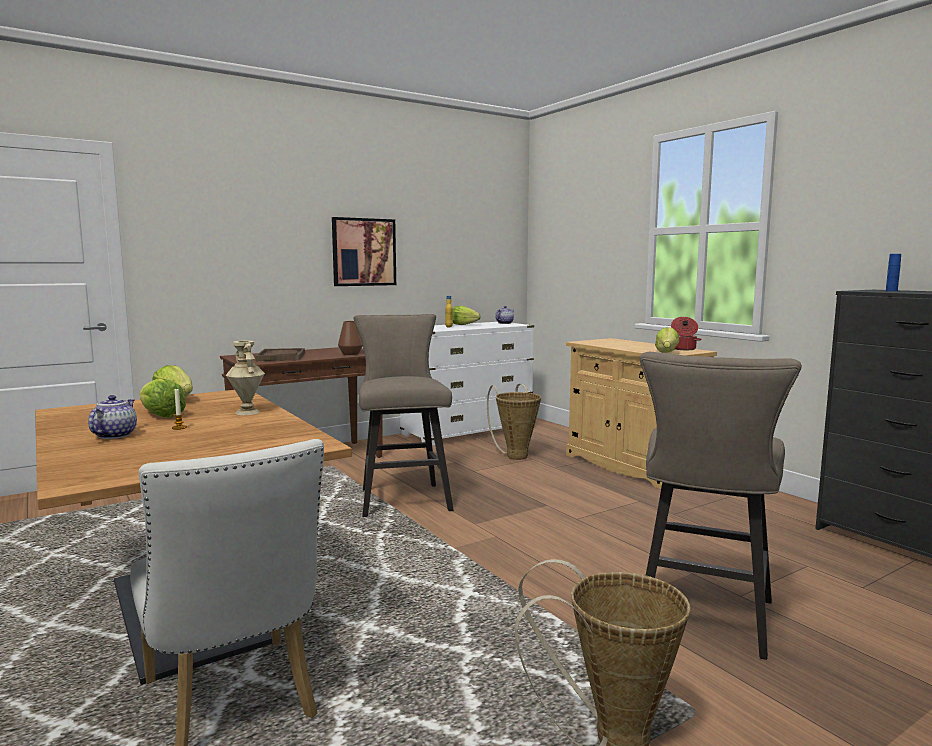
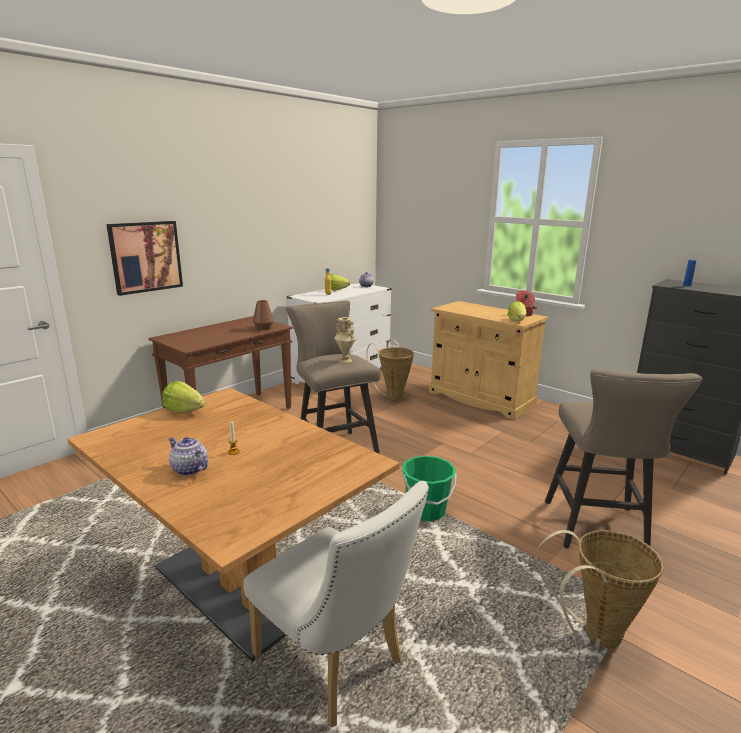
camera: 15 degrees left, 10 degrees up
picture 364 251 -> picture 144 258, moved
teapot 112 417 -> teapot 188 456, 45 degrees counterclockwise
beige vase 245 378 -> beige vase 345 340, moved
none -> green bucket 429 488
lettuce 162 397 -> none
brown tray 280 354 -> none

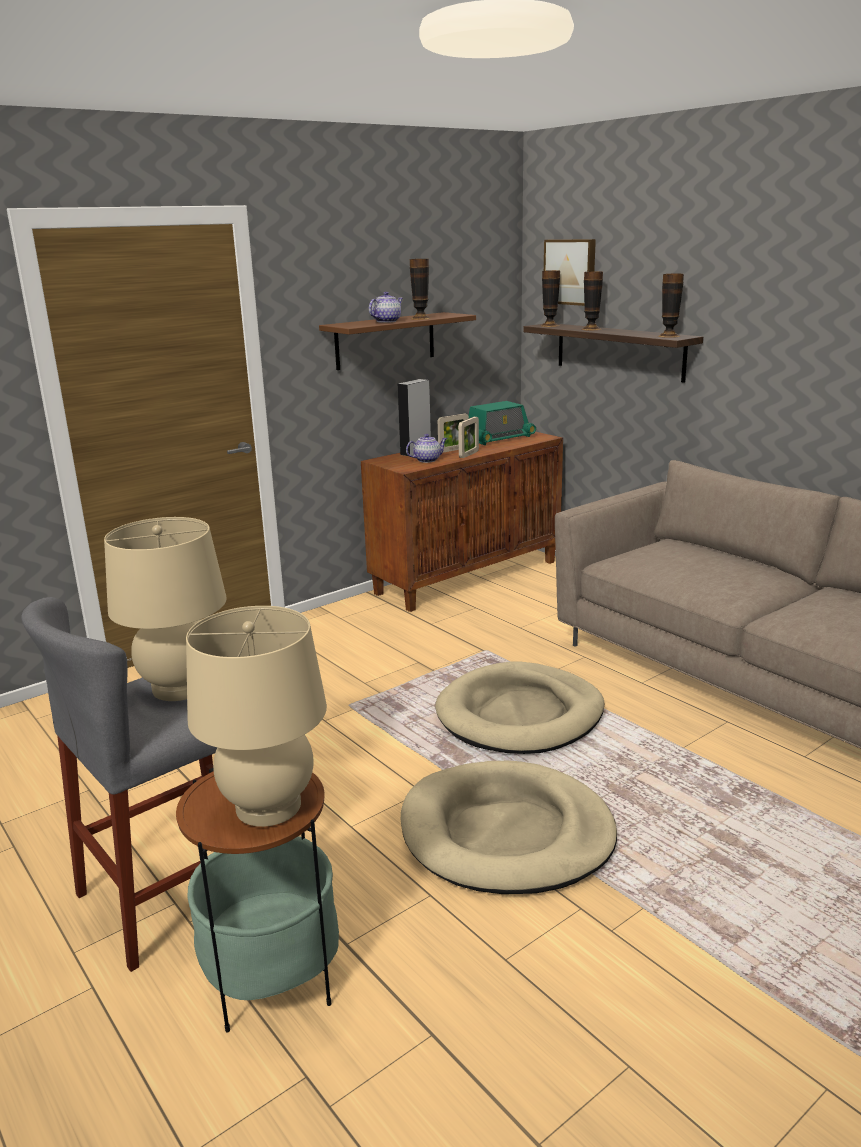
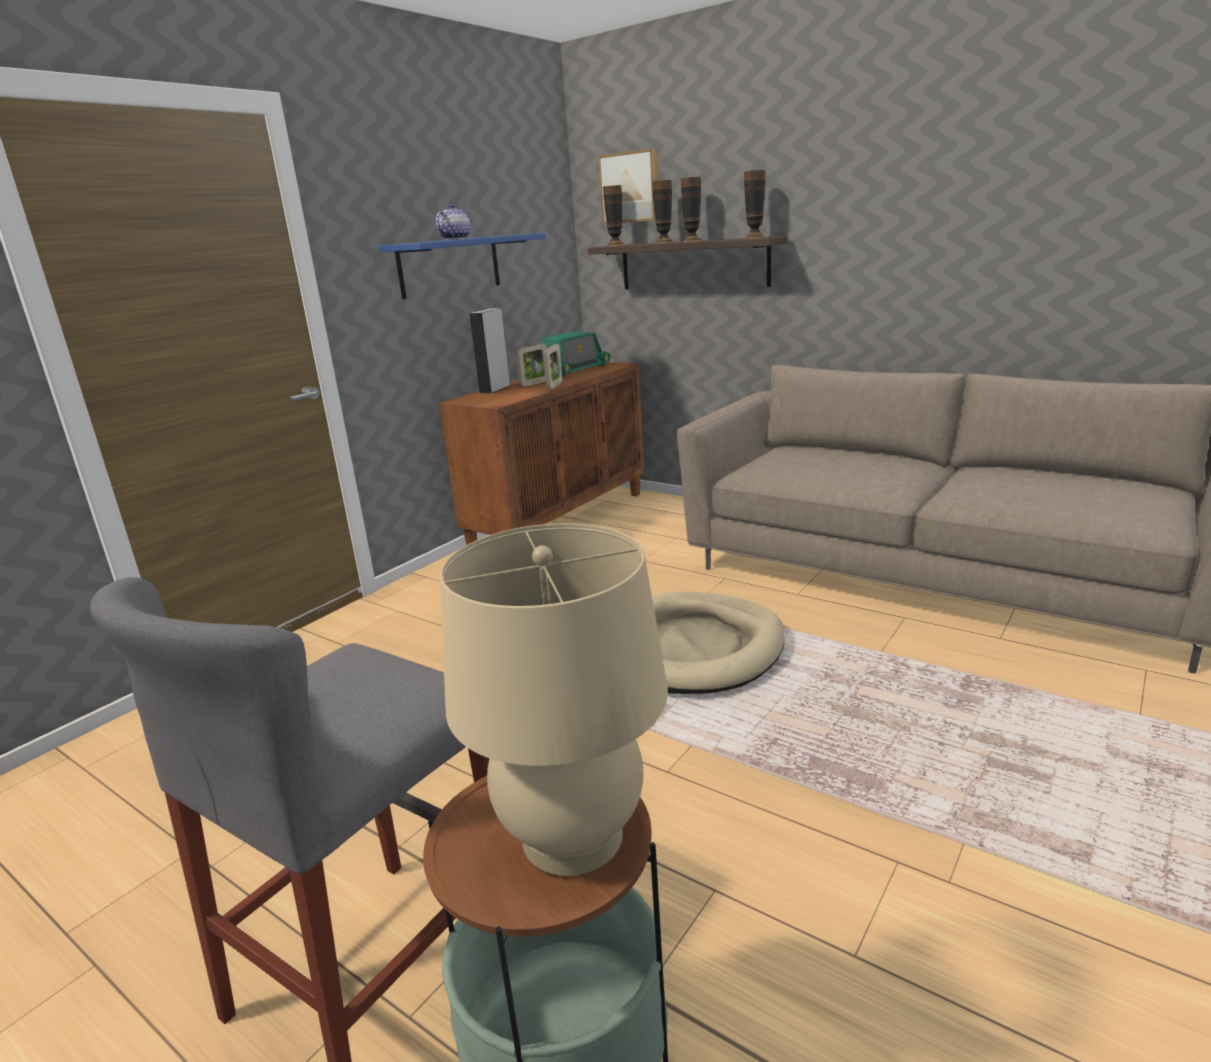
camera: 15 degrees left, 0 degrees up
brown shelf 397 341 -> blue shelf 462 266
vase 420 289 -> vase 692 209, moved
beige table lamp 165 609 -> none
beige dog bed 509 827 -> none
teapot 426 448 -> none

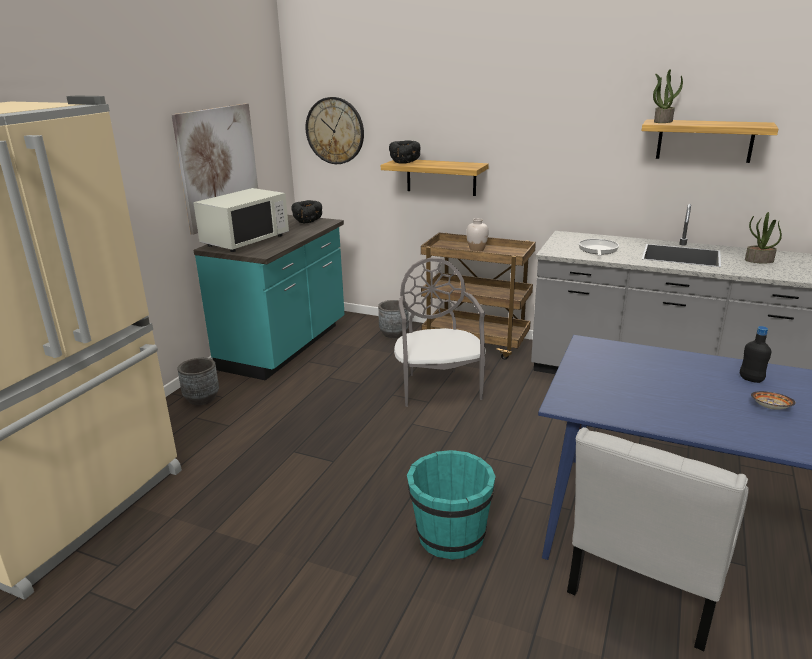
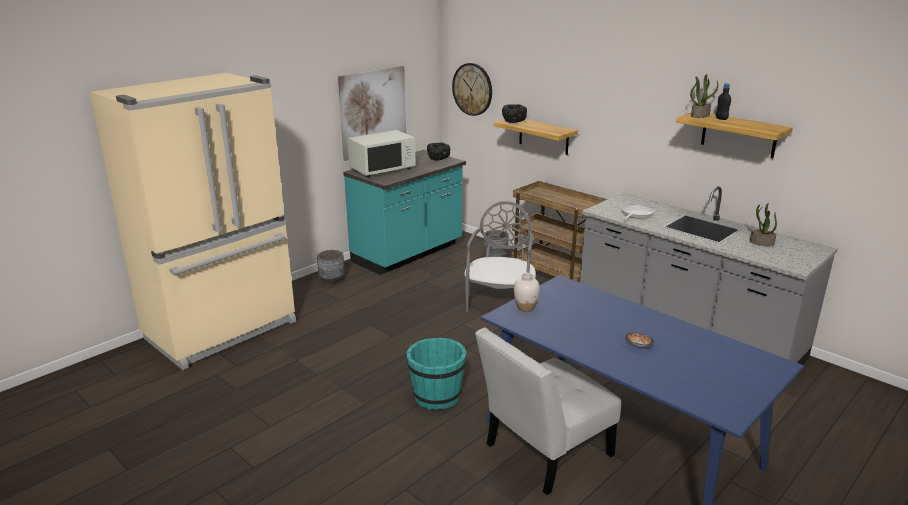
camera: 20 degrees right, 0 degrees up
white vase 477 235 -> white vase 527 292, moved
black bottle 755 354 -> black bottle 723 102, moved

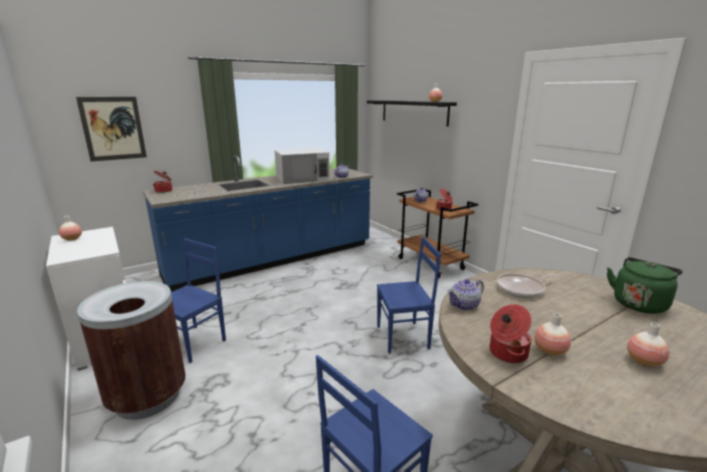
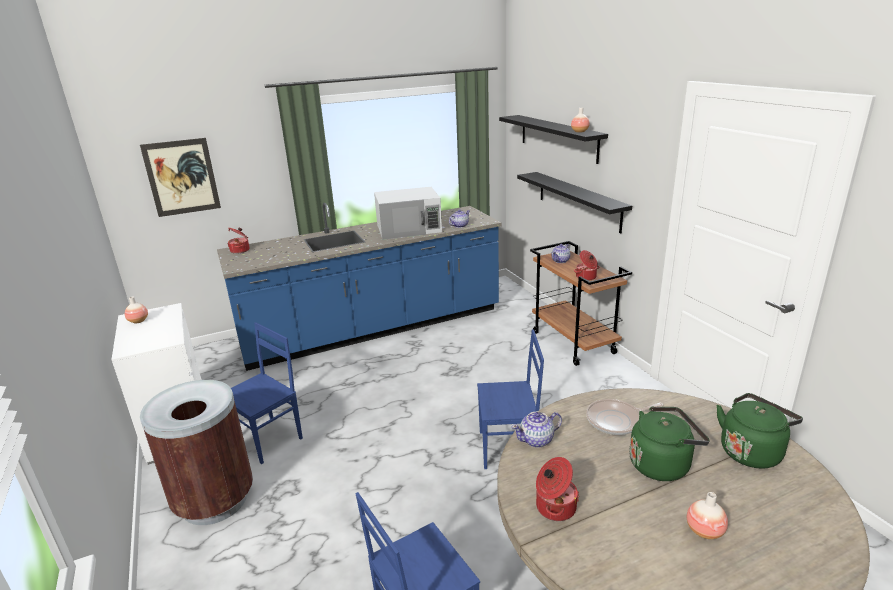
camera: 10 degrees right, 5 degrees up
none -> black shelf 574 203
none -> green kettle 669 444
vase 553 334 -> none

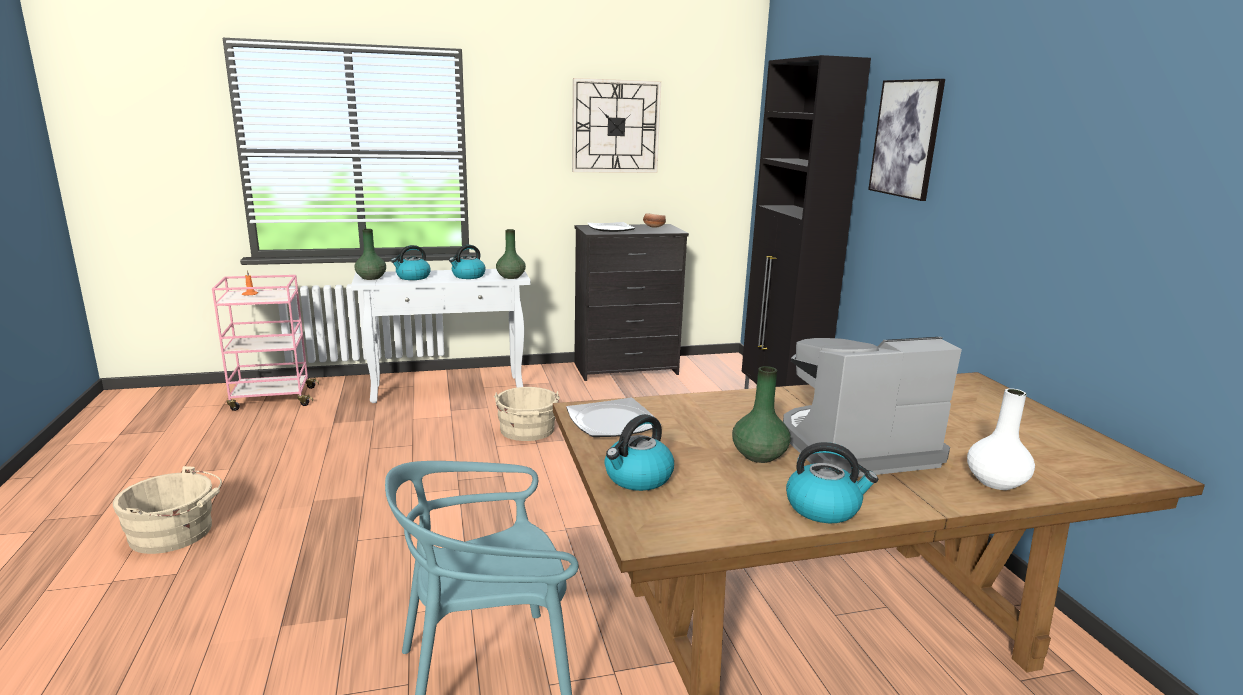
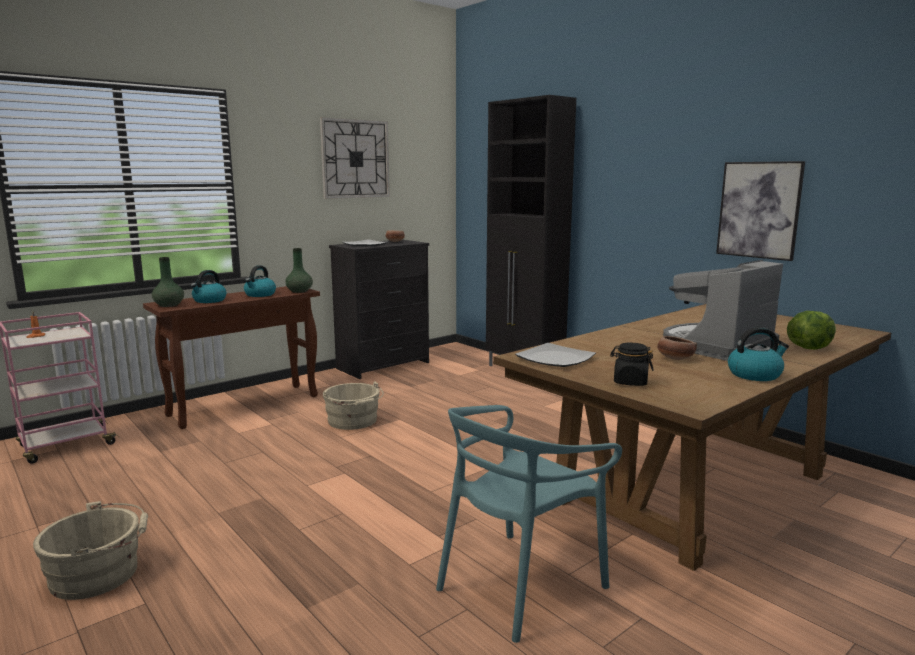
camera: 25 degrees left, 5 degrees down
white console table 441 336 -> brown console table 231 357
kettle 639 452 -> black jar 631 364
green vase 761 414 -> bowl 677 348
picture 906 140 -> picture 760 211, moved
white vase 1001 439 -> lettuce 811 330

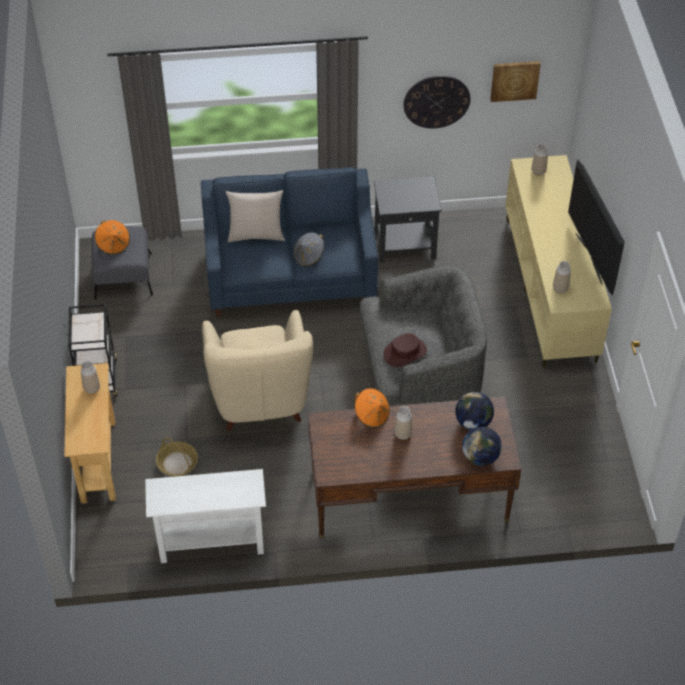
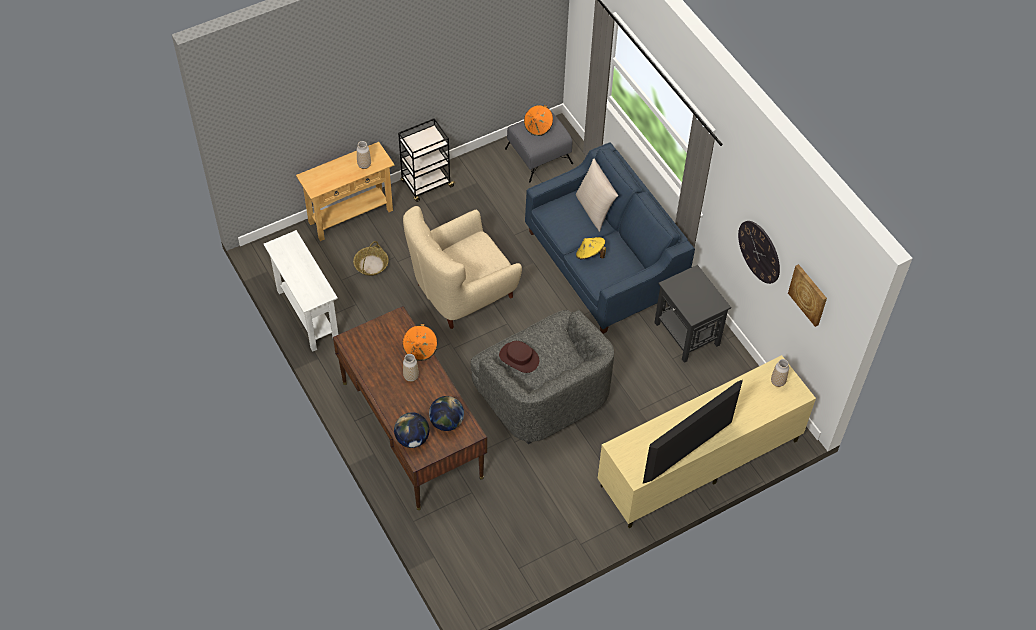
camera: 65 degrees right, 5 degrees up
grey hat 309 249 -> yellow hat 591 248
vase 562 277 -> none

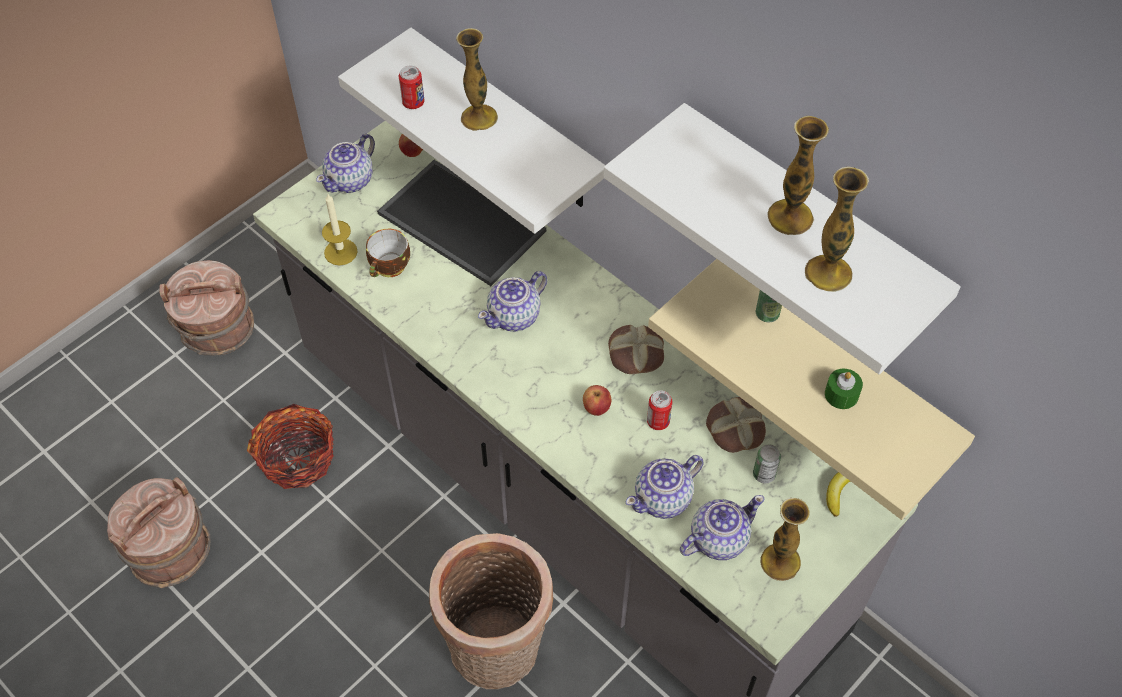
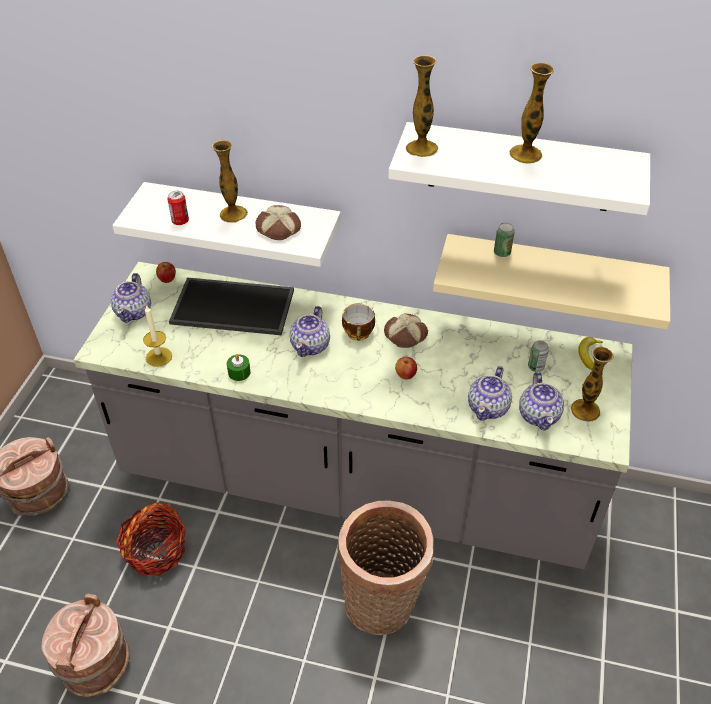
camera: 30 degrees left, 10 degrees down
green candle 844 389 -> green candle 239 367, moved
bread 736 425 -> bread 278 222, moved
cup 388 253 -> cup 358 322, moved
vase 837 229 -> vase 422 106, moved
teapot 722 527 -> teapot 541 401, 150 degrees clockwise
can 660 410 -> none

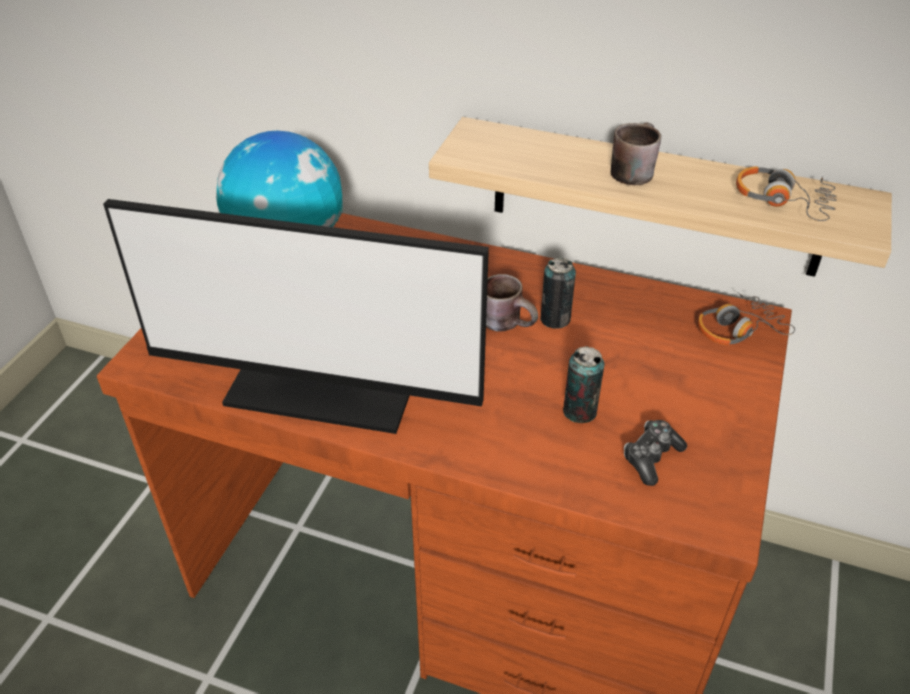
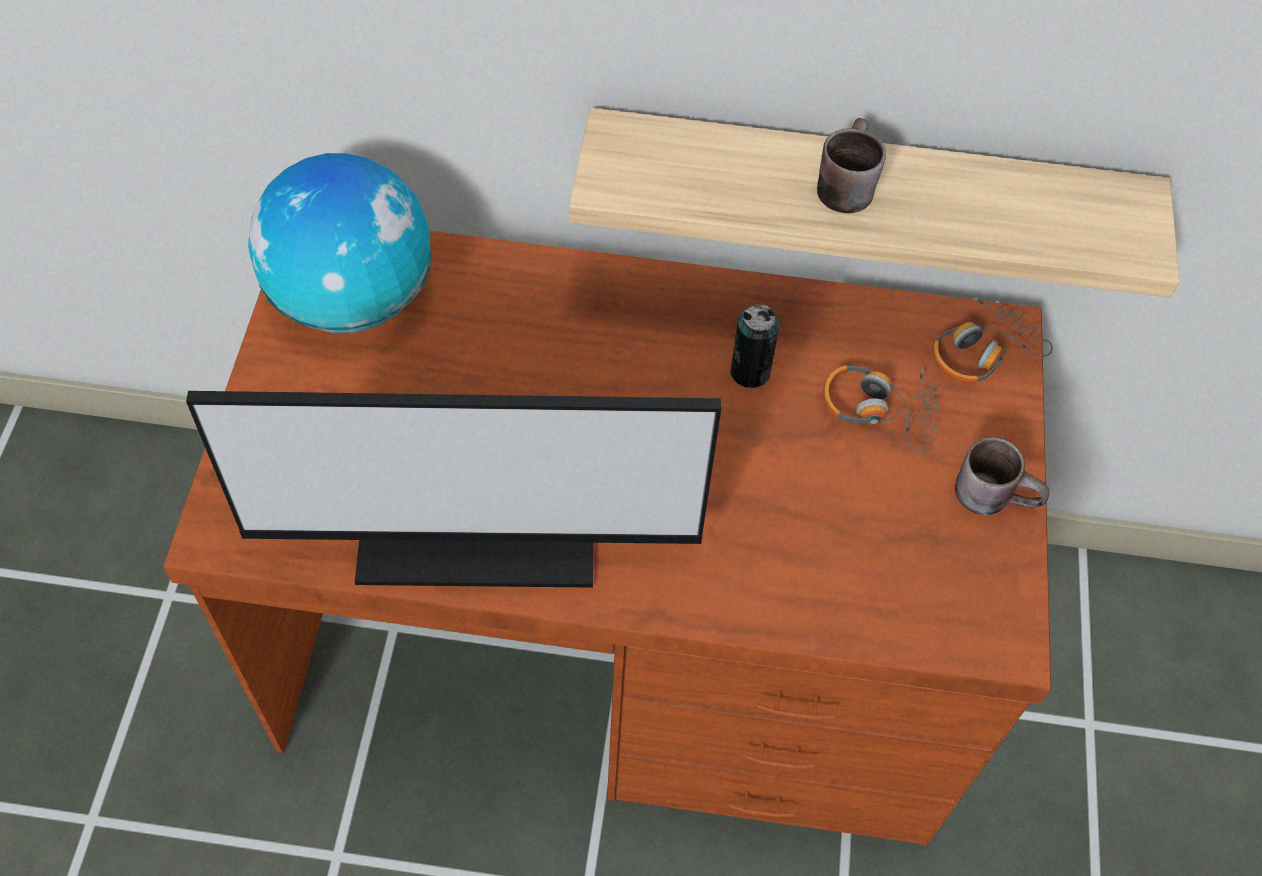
camera: 15 degrees left, 15 degrees up
headphones 786 193 -> headphones 881 408, moved
brown mug 512 303 -> brown mug 1002 476, moved
can 583 384 -> none
game controller 655 453 -> none

